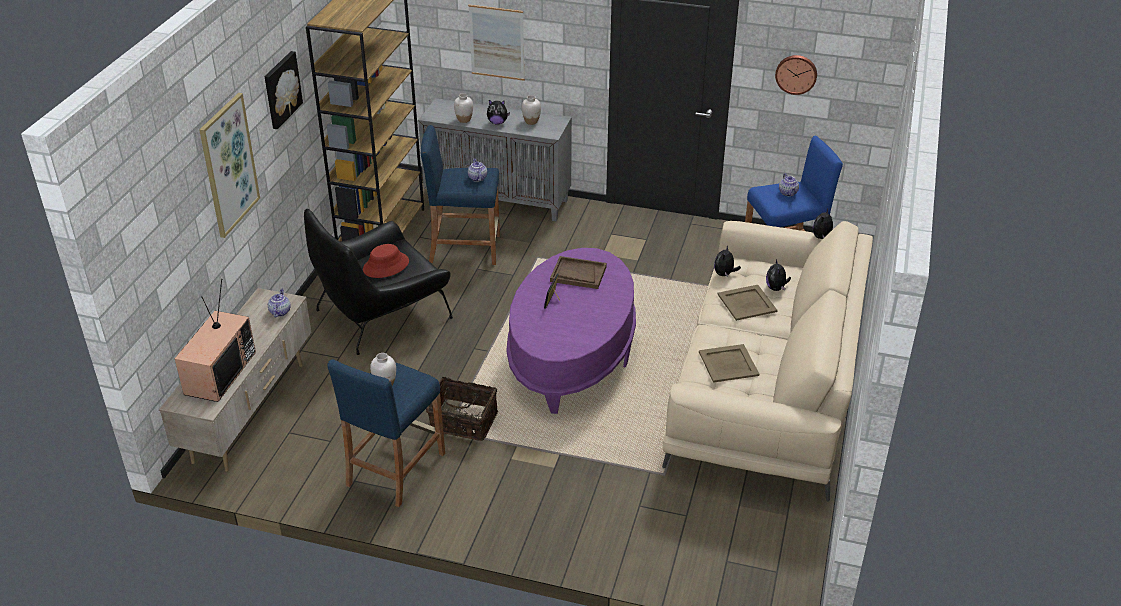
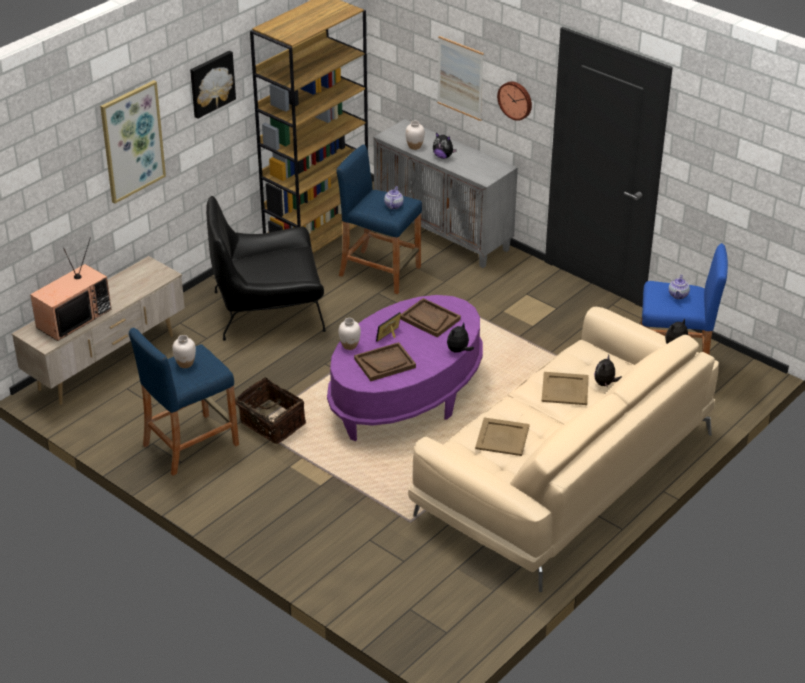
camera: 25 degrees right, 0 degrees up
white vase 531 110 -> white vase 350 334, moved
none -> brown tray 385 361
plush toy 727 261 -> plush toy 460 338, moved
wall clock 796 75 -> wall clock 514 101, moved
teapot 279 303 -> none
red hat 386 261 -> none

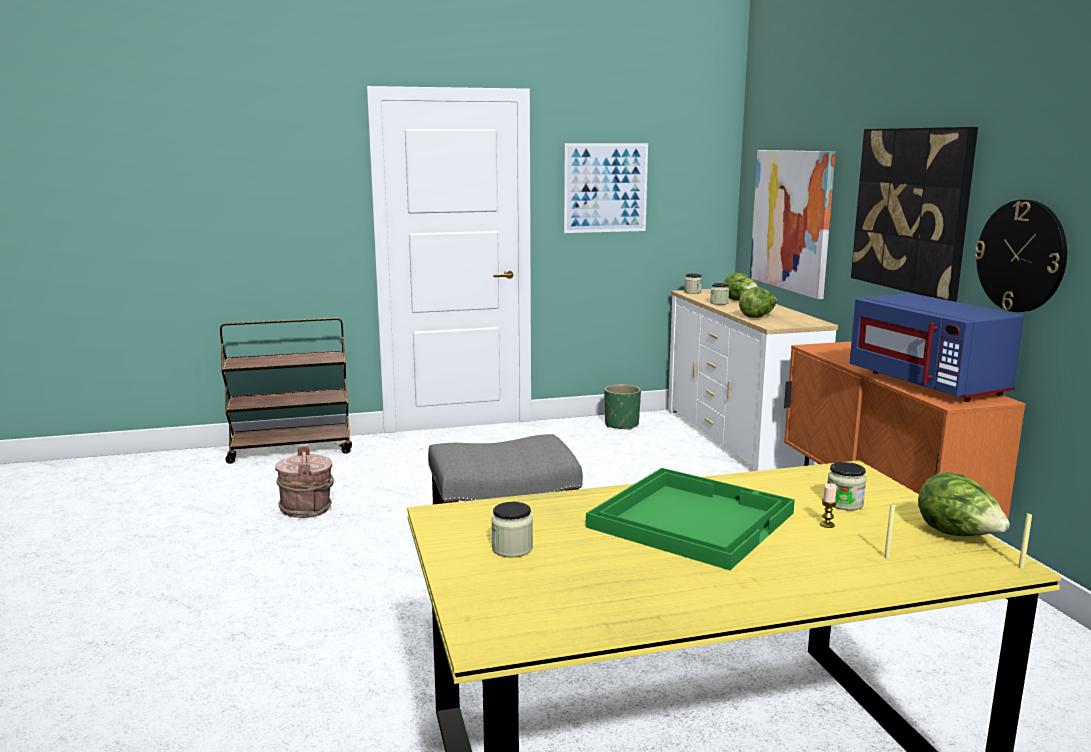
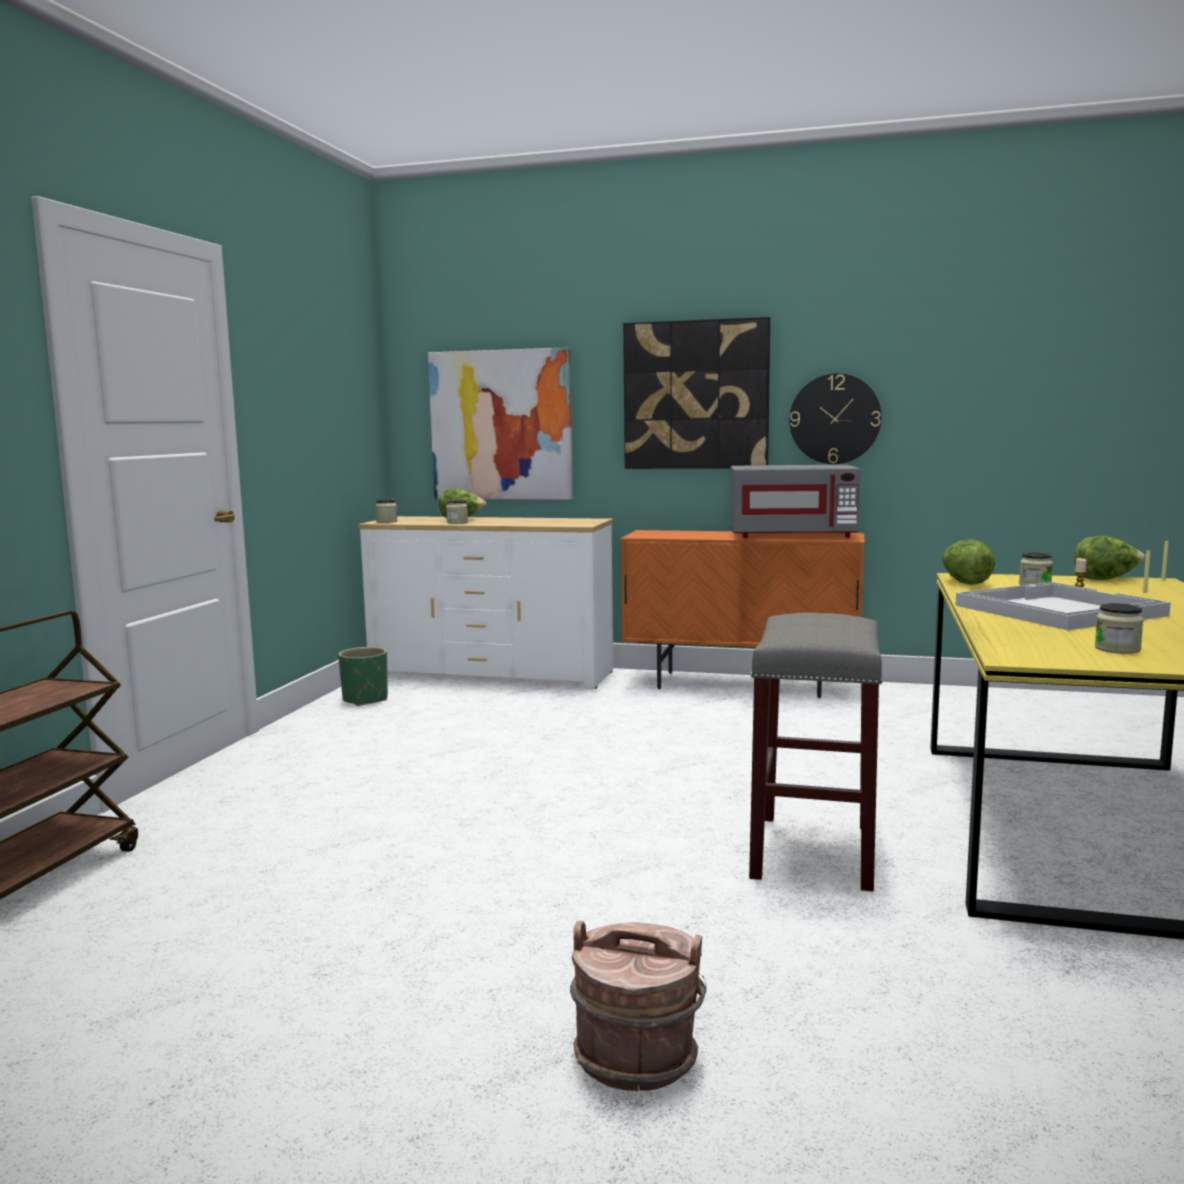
camera: 60 degrees left, 5 degrees down
brown bucket 304 482 -> brown bucket 638 1006, moved
blue microwave 937 347 -> grey microwave 795 501
lettuce 758 302 -> lettuce 968 562, moved
green tray 690 519 -> white tray 1063 606
picture 606 188 -> none

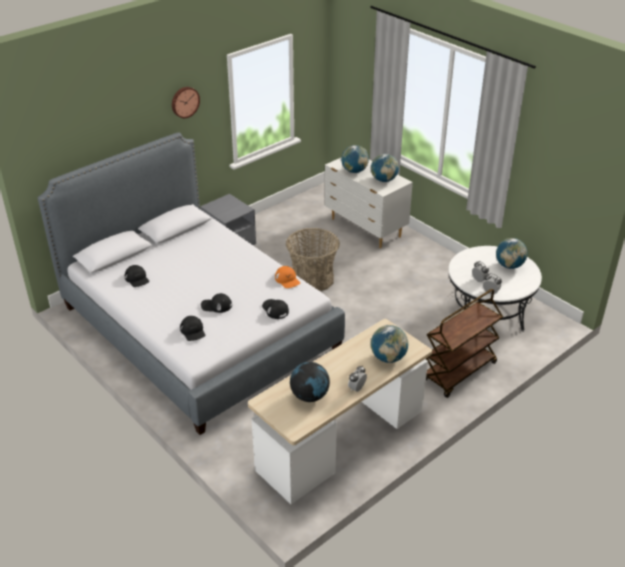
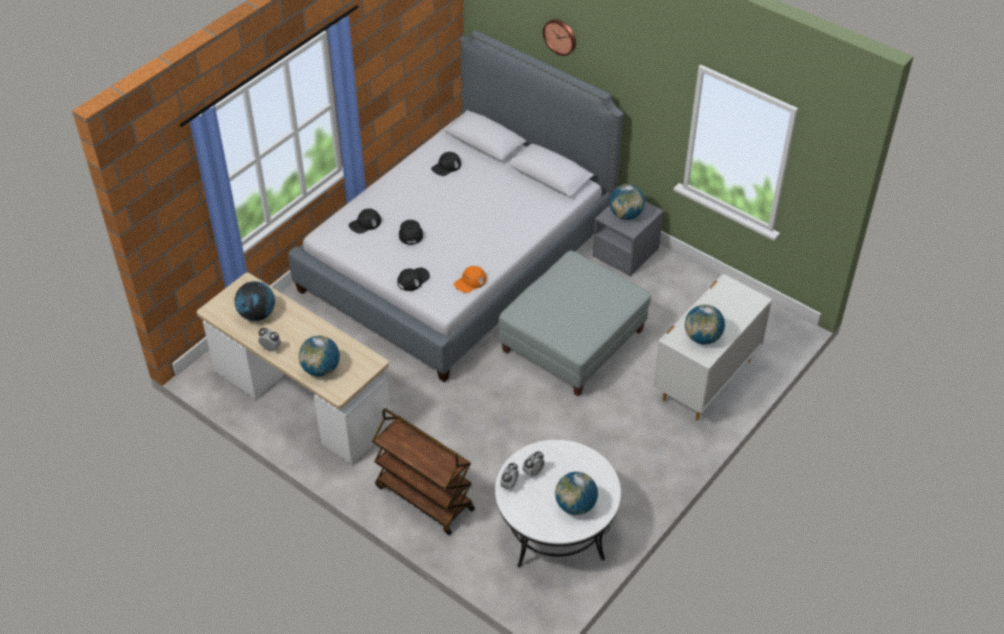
camera: 80 degrees right, 10 degrees up
basket 313 259 -> grey ottoman 575 323
wall clock 186 102 -> wall clock 559 37, moved
globe 355 159 -> globe 627 202, moved

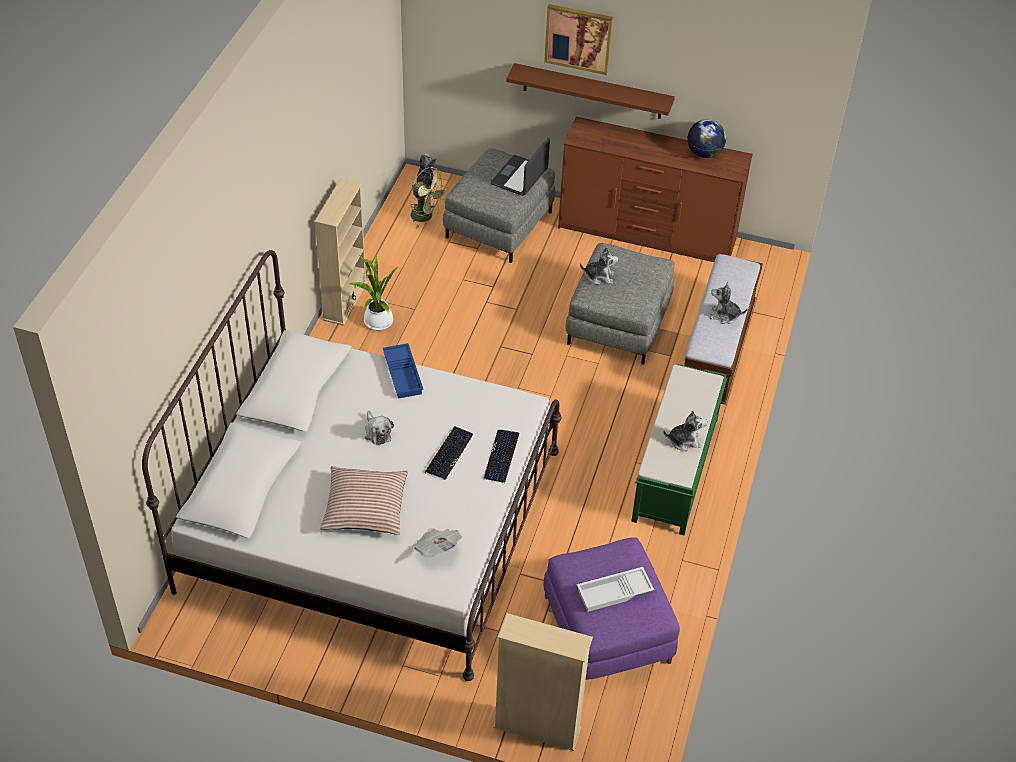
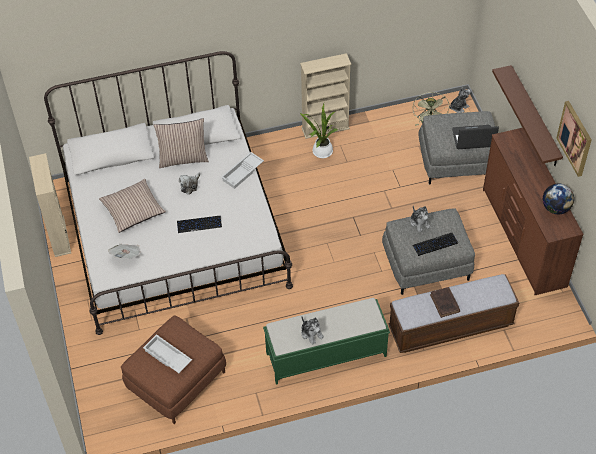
camera: 60 degrees right, 5 degrees up
beige bookcase 543 682 -> beige bookcase 50 205, moved
purple ottoman 612 608 -> brown ottoman 173 369
none -> pillow 181 143
blue tray 403 371 -> white tray 242 170
keyboard 501 456 -> keyboard 435 244, moved
plush toy 729 303 -> brown book 445 302
picture 578 39 -> picture 574 139, moved

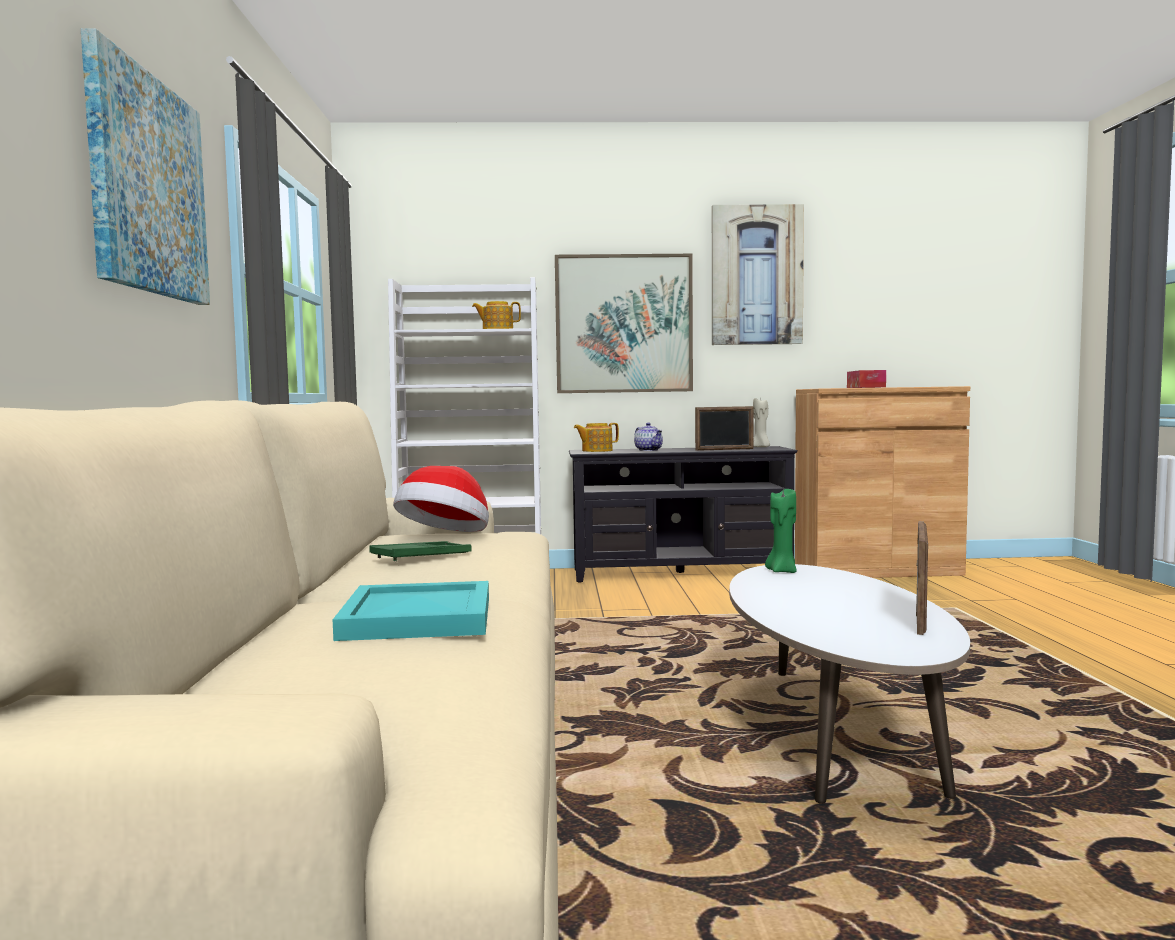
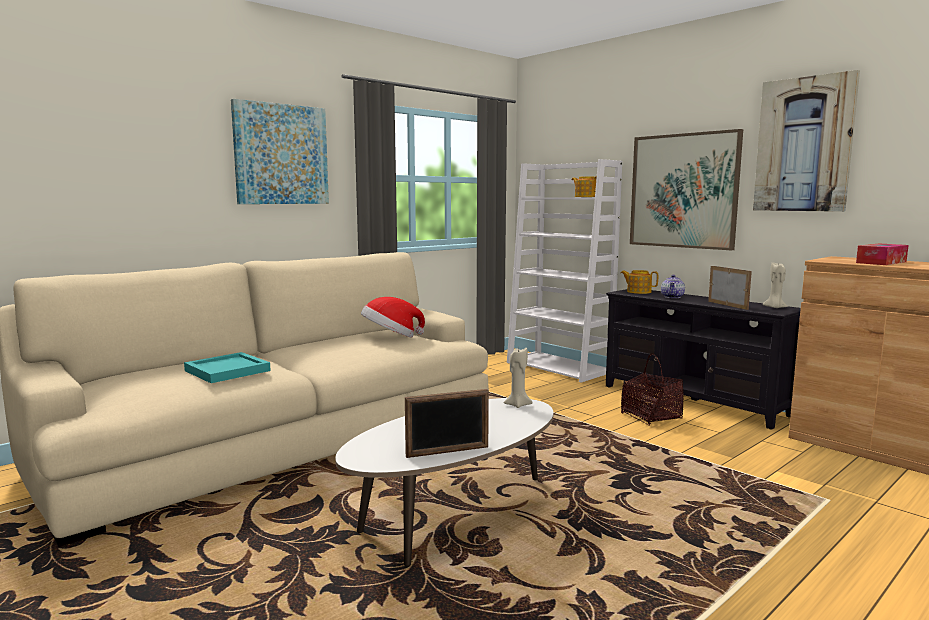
camera: 50 degrees right, 5 degrees up
green candle 781 531 -> beige candle 518 378
none -> basket 652 389
picture frame 724 428 -> picture frame 730 288, 150 degrees counterclockwise
green tray 421 551 -> none

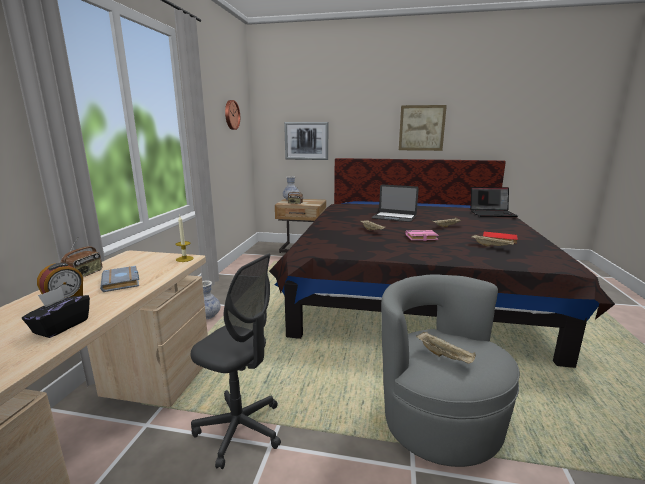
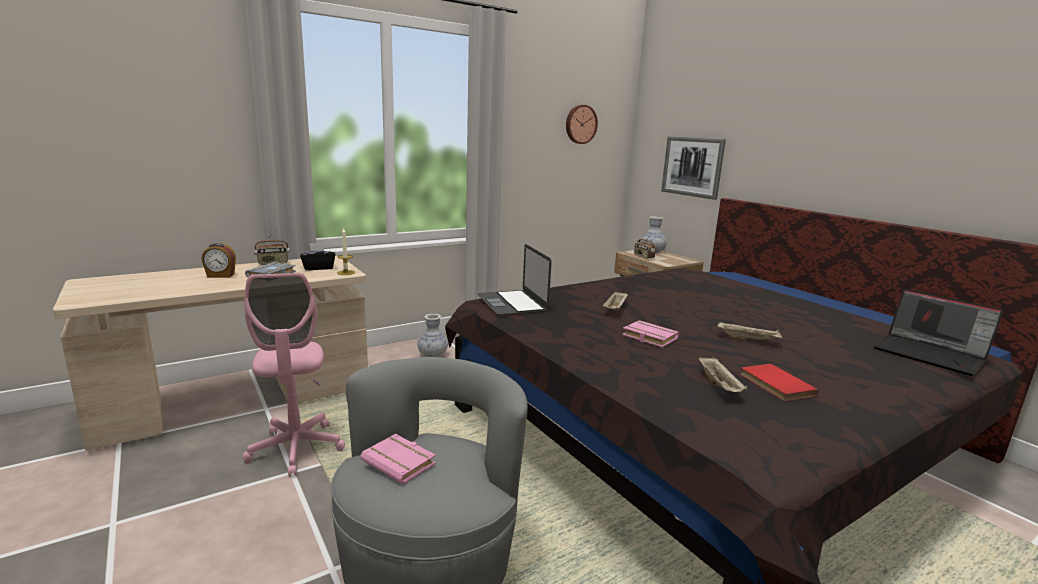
camera: 45 degrees right, 0 degrees up
grey office chair 235 361 -> pink office chair 294 375
black tissue box 56 312 -> black tissue box 317 256, moved
beige tray 446 348 -> pink book 398 459
laptop 395 203 -> laptop 515 279, moved
picture 423 128 -> none

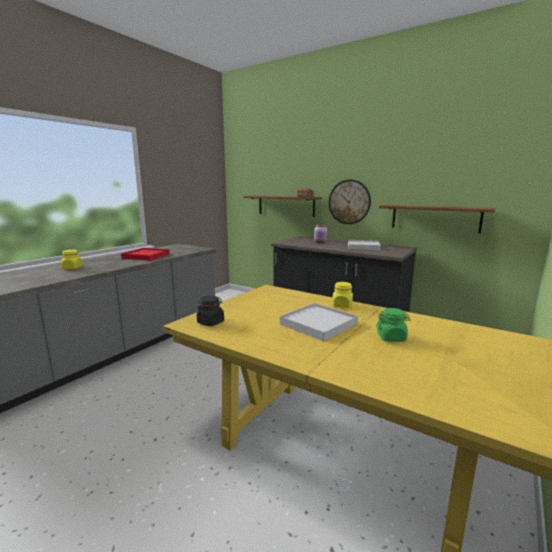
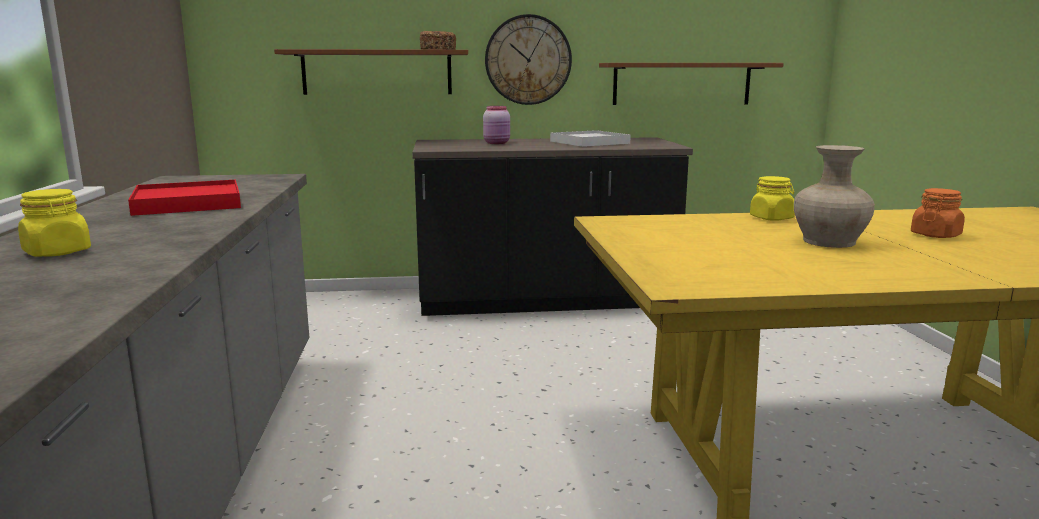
camera: 40 degrees left, 0 degrees up
white tray 319 322 -> beige vase 834 196
green jar 393 325 -> orange jar 938 213
black jar 210 311 -> none

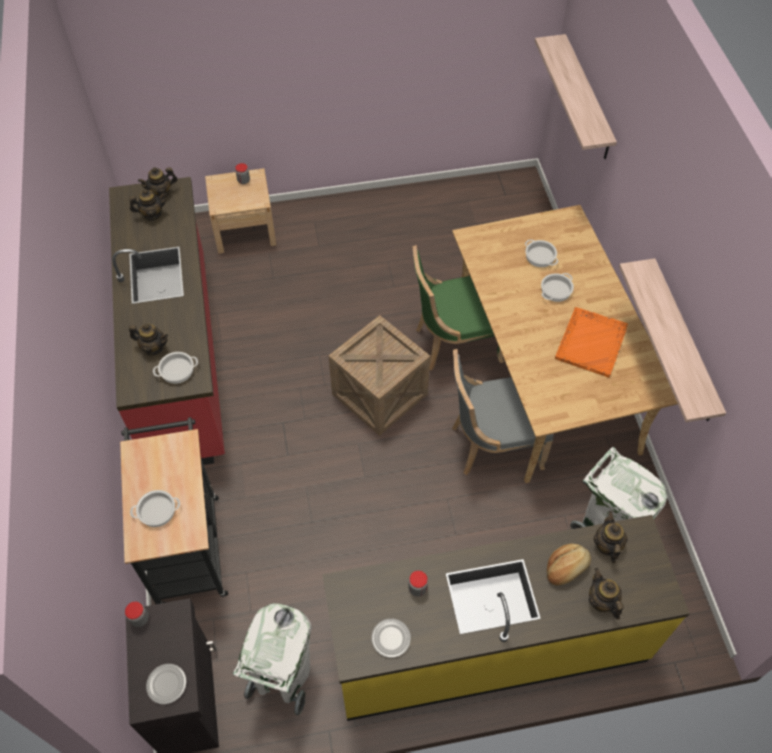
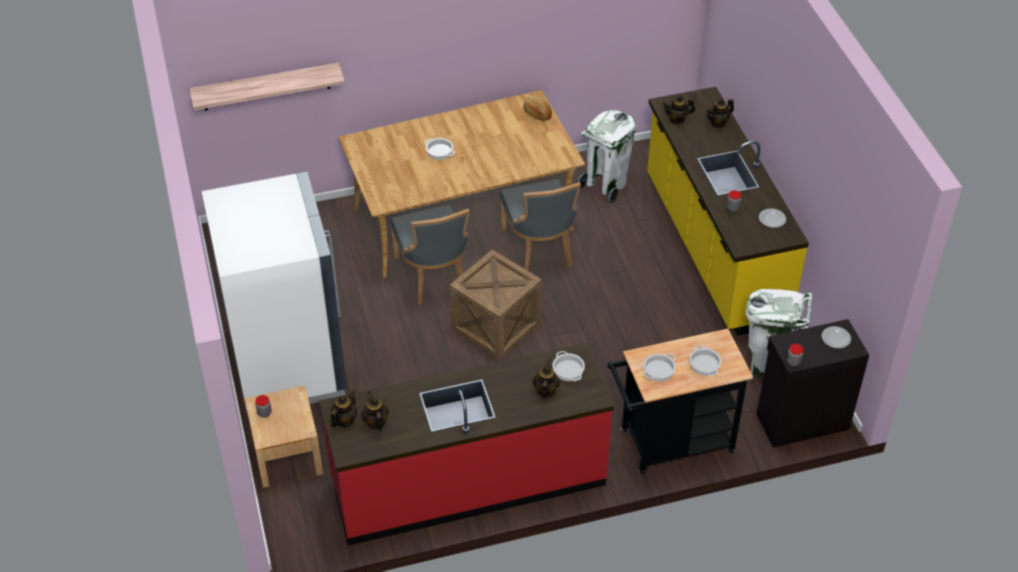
camera: 95 degrees left, 10 degrees down
none -> white fridge 274 294
teapot 158 182 -> teapot 344 408, 120 degrees counterclockwise
green chair 458 308 -> grey chair 429 254
bread 569 564 -> bread 537 108, moved
cooking pot 541 253 -> cooking pot 659 367, moved
orange tray 591 342 -> none
shelf 672 340 -> none

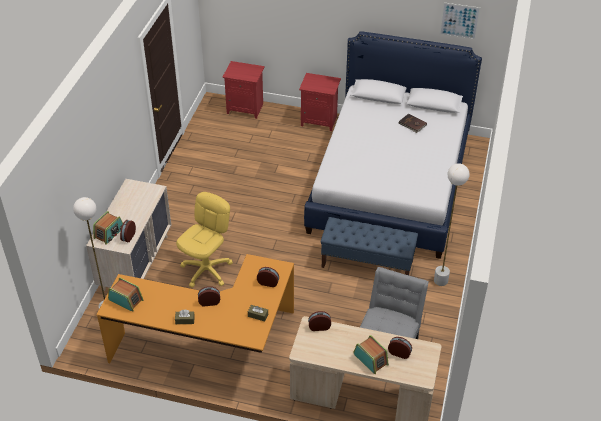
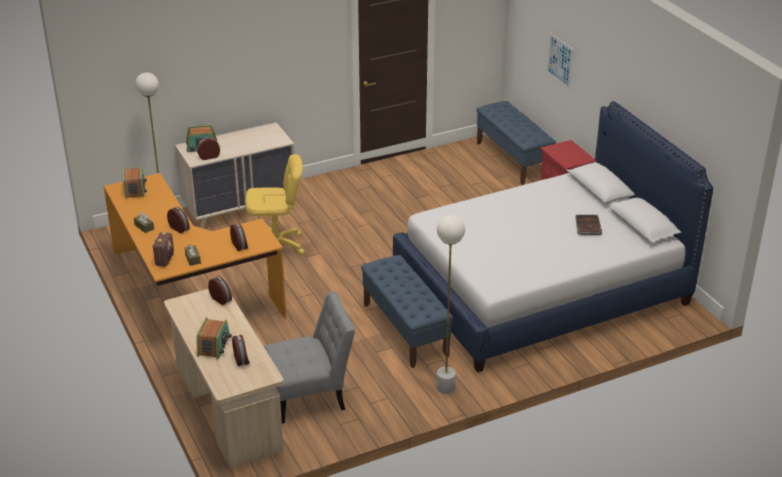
camera: 50 degrees right, 10 degrees down
none -> radio 163 249
red nightstand 243 90 -> blue bench 516 143
picture 460 21 -> picture 560 61, moved

